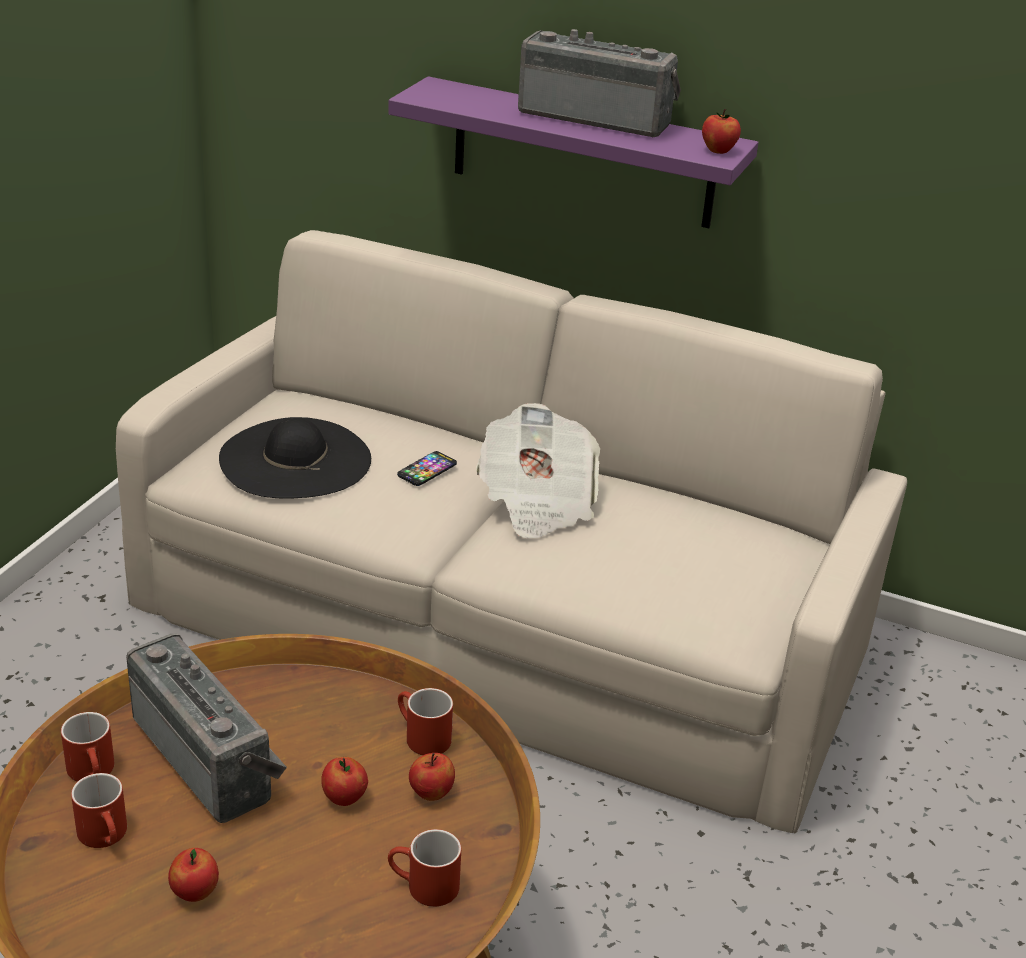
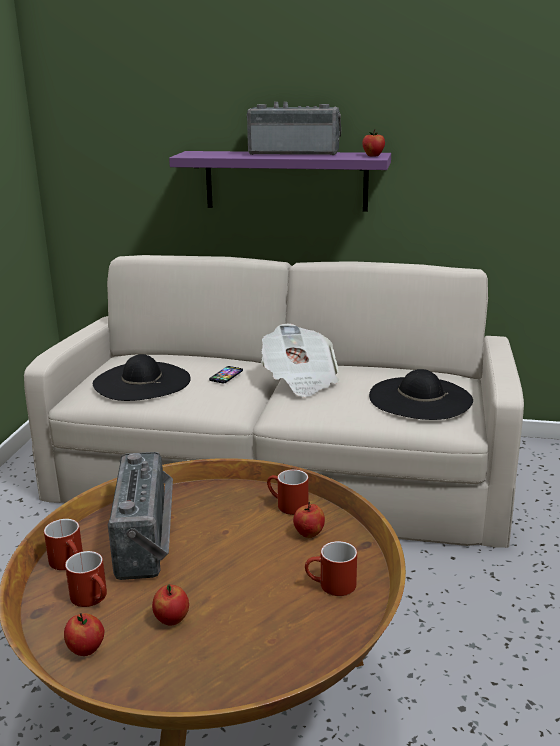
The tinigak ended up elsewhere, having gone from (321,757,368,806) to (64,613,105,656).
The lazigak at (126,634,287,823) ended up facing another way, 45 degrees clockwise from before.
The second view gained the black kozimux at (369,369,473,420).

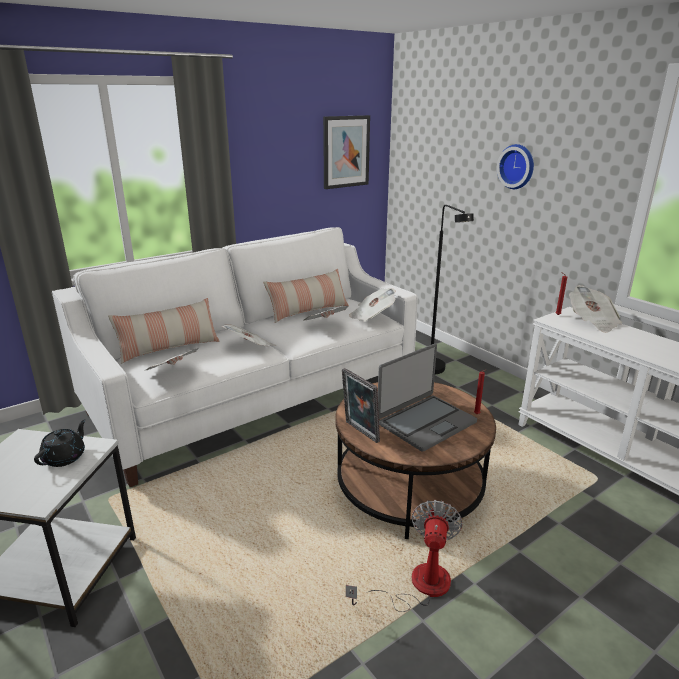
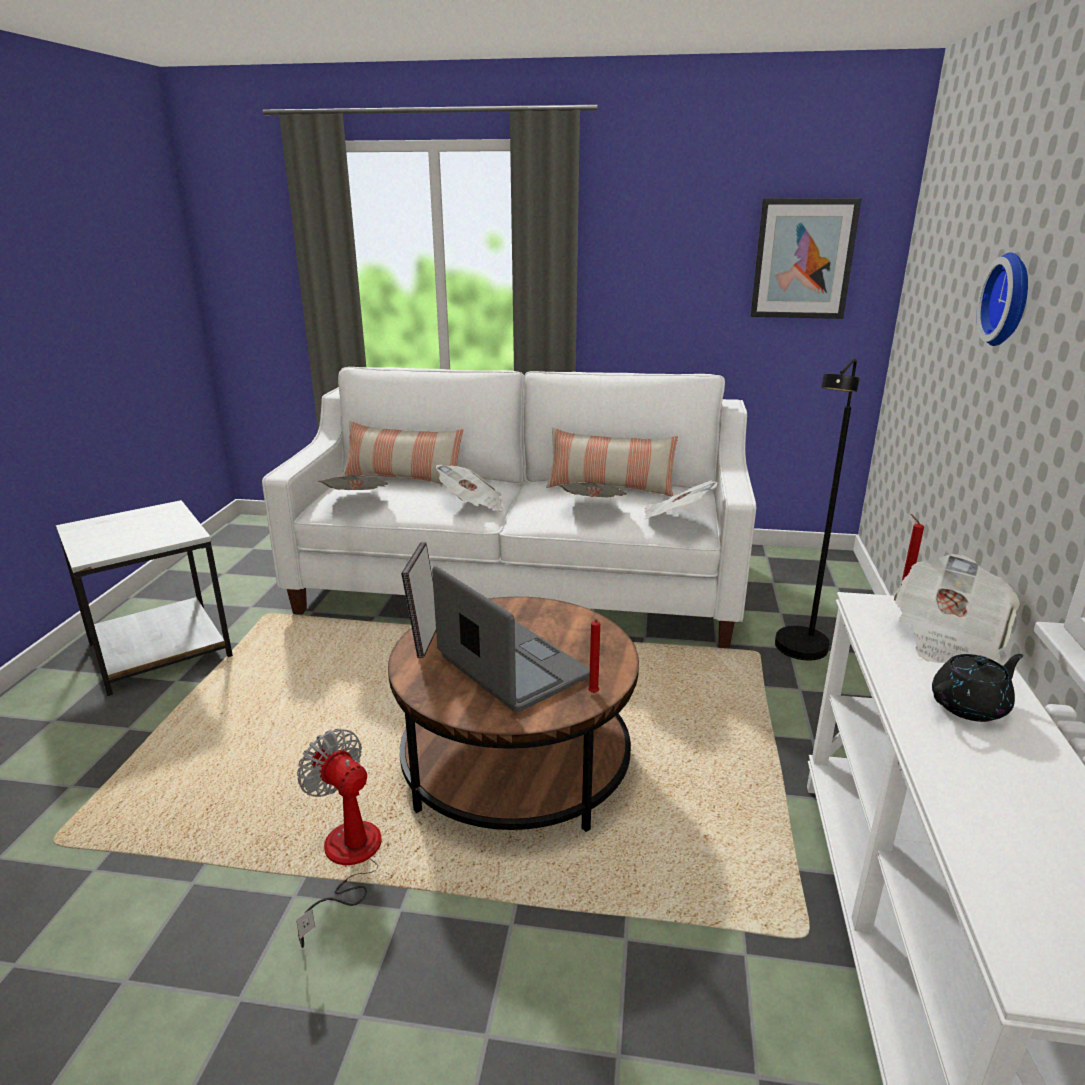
The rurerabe at (346,500,463,612) ended up facing another way, 105 degrees counterclockwise from before.
The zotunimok at (378,344,477,452) ended up facing another way, 135 degrees counterclockwise from before.
The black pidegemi ended up elsewhere, having gone from (34,419,86,467) to (932,654,1023,722).

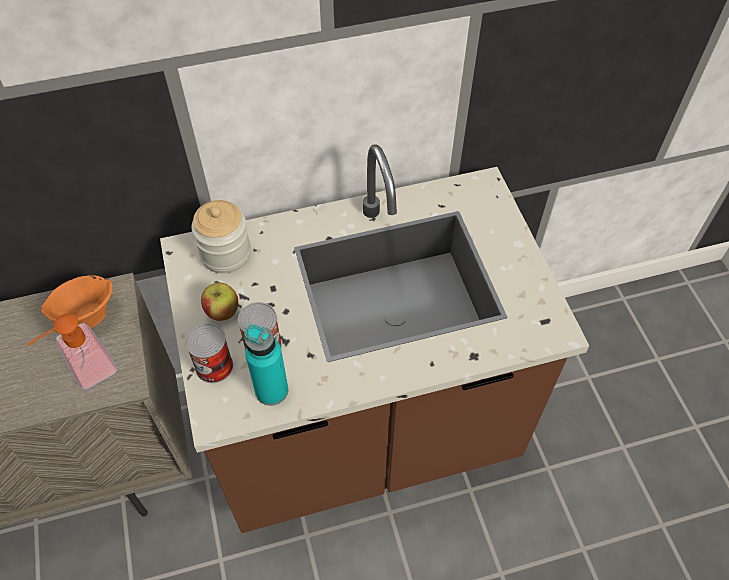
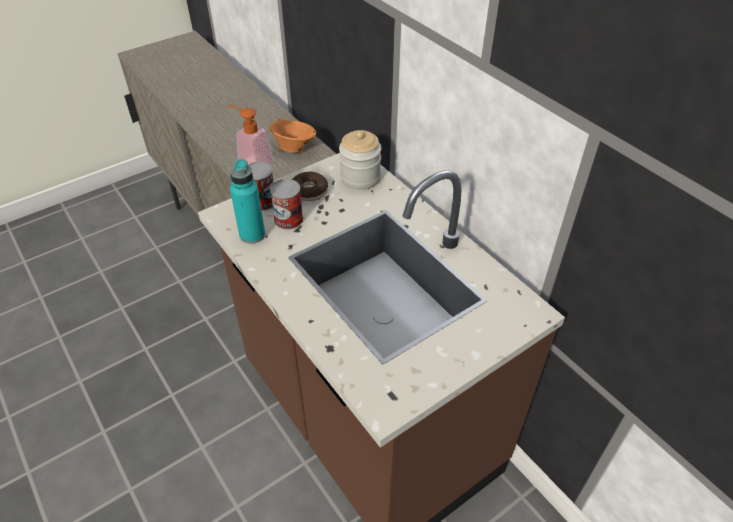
Where the tinigak stood at (201,283,238,321), the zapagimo came to stand at (292,172,328,201).

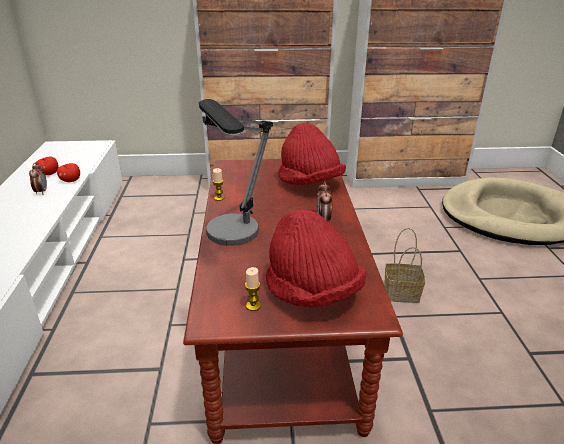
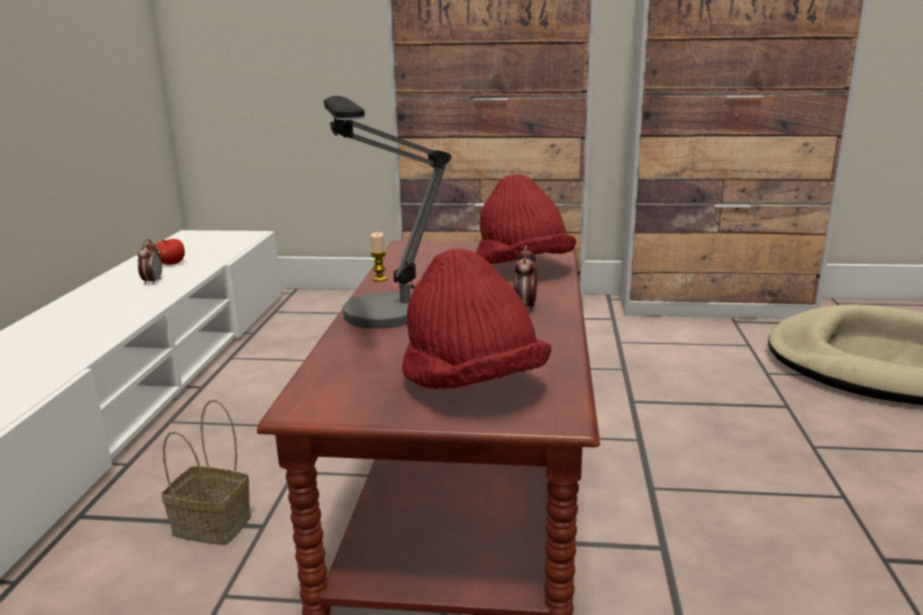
The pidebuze ended up elsewhere, having gone from (384,228,425,303) to (161,400,251,545).
The second view lost the tinigak at (57,163,80,182).
The second view lost the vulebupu at (245,267,261,311).

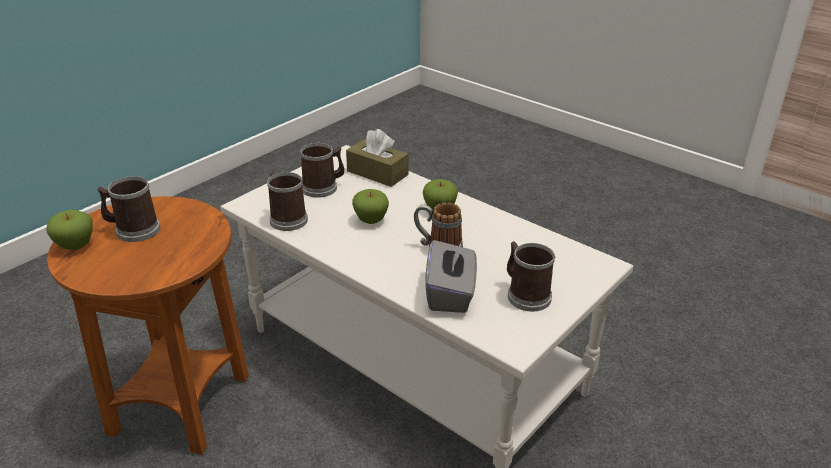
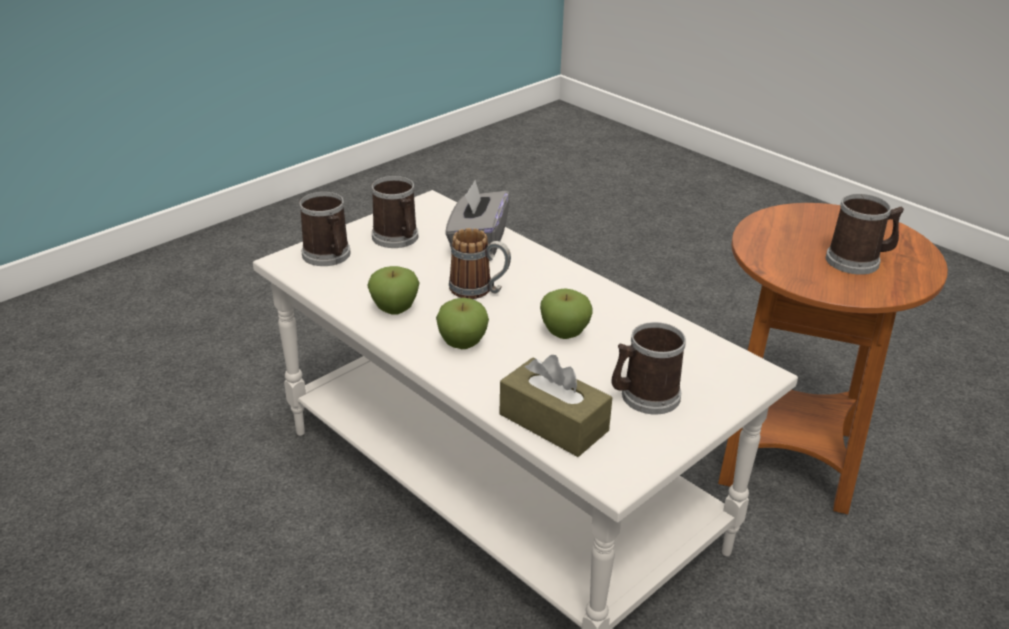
The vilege ended up elsewhere, having gone from (267,171,308,231) to (299,192,350,266).
The tinigak ended up elsewhere, having gone from (47,210,93,250) to (367,266,420,315).

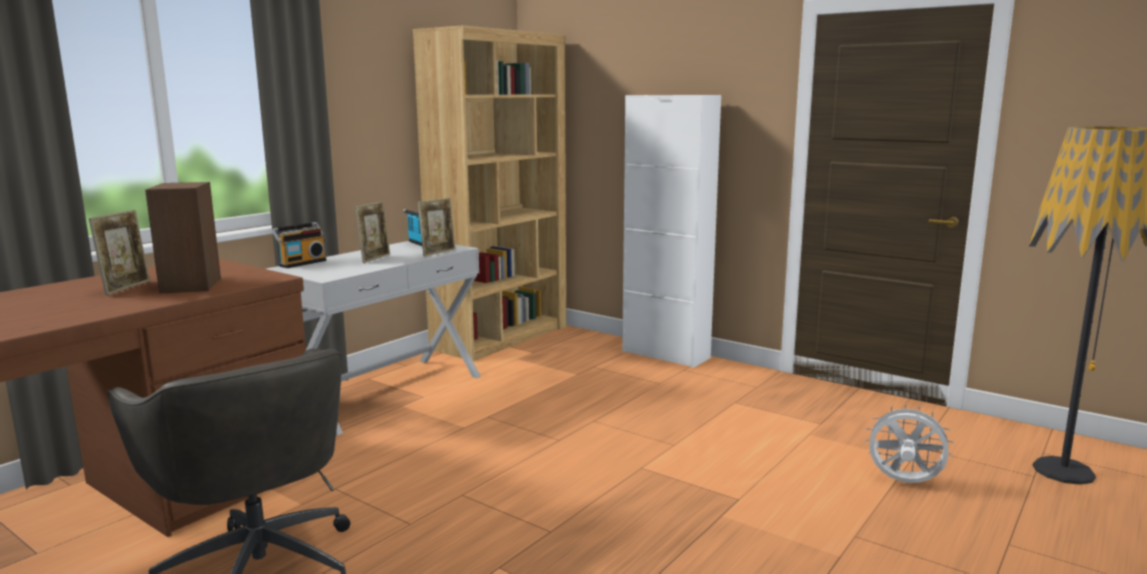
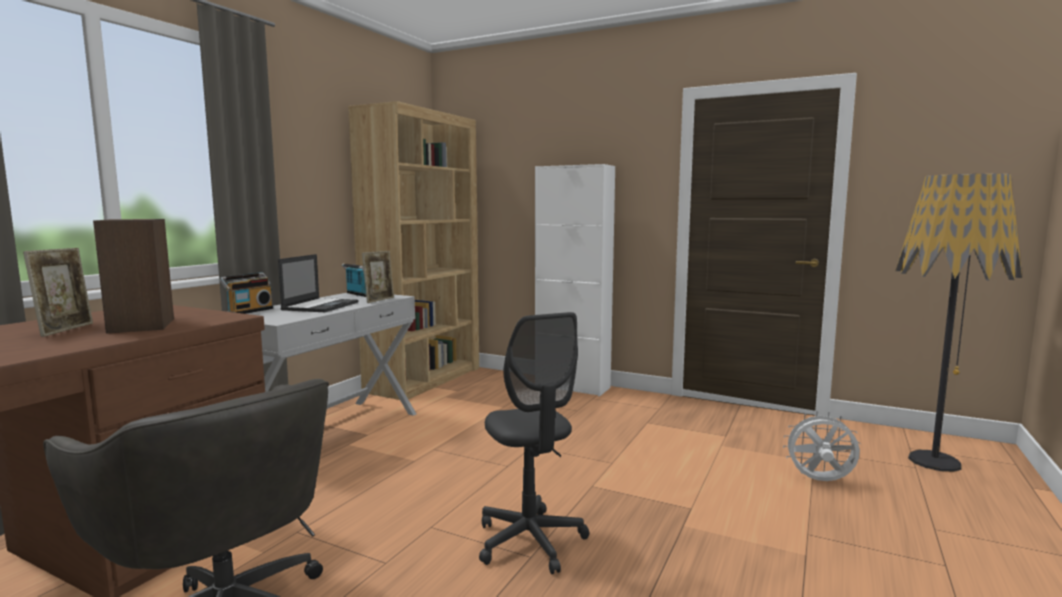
Where the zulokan stood at (355,201,390,263), the zotunimok came to stand at (278,254,358,312).
The second view gained the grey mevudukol at (479,312,589,574).

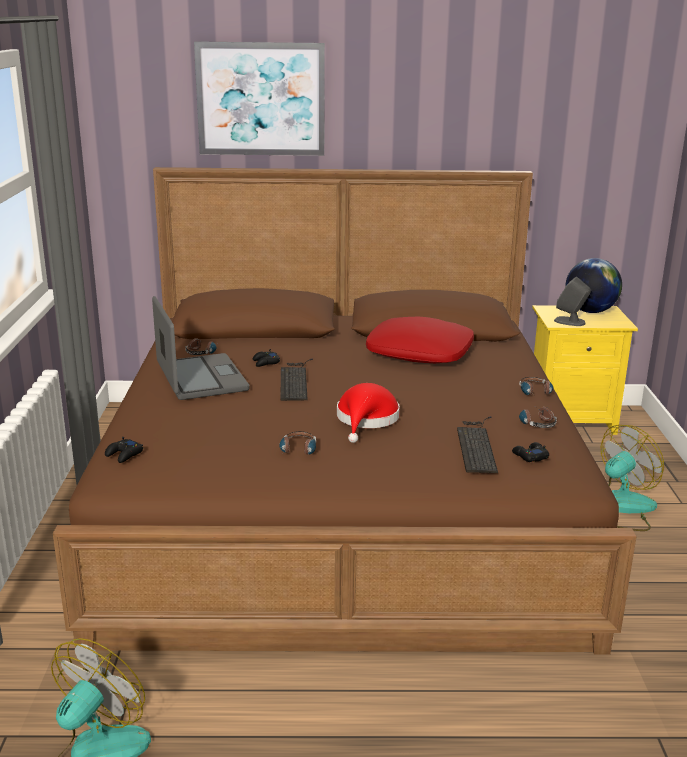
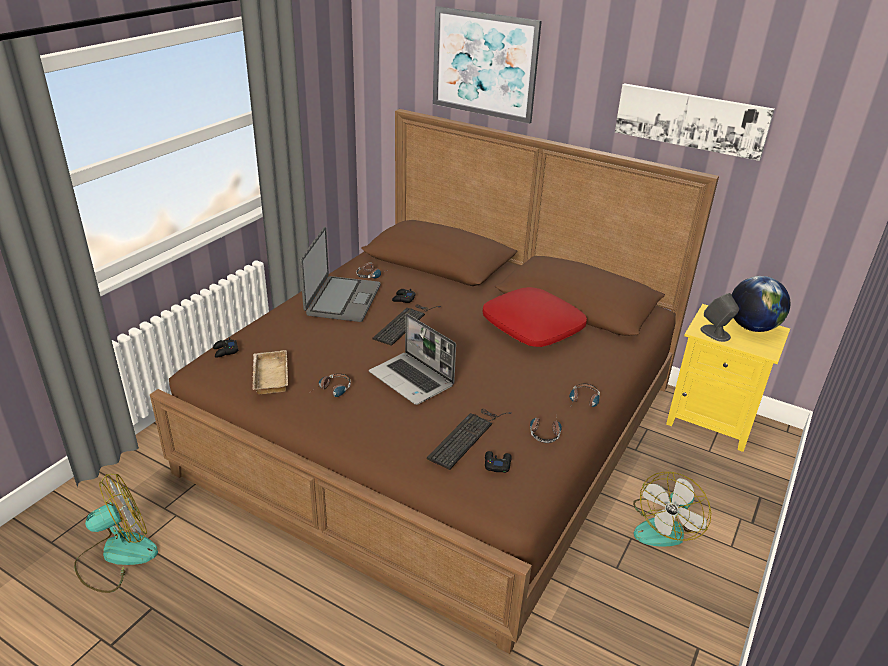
The second view gained the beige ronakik at (252,350,288,394).
Where the red kozimux stood at (337,383,400,443), the zotunimok came to stand at (369,313,456,405).
The second view gained the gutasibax at (615,83,775,161).
The rurerabe at (601,425,664,531) ended up facing another way, 135 degrees clockwise from before.

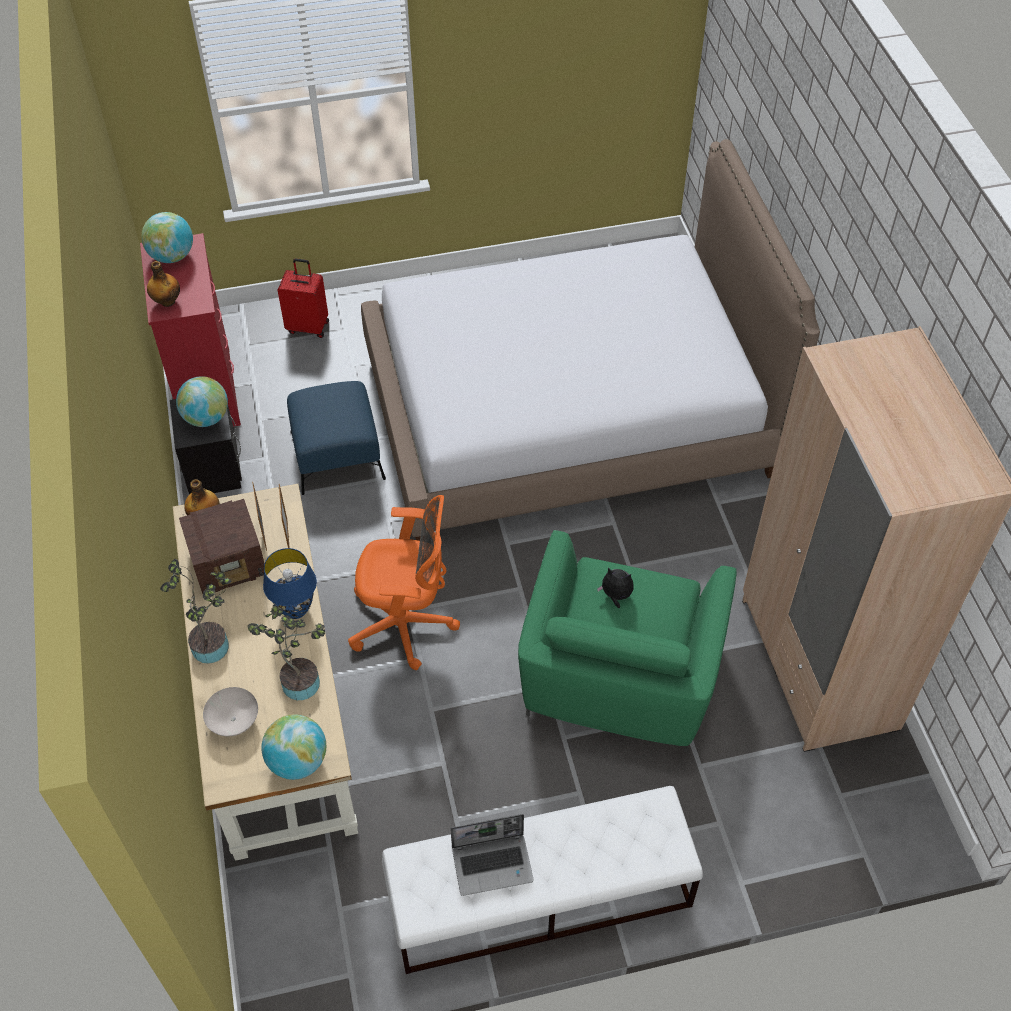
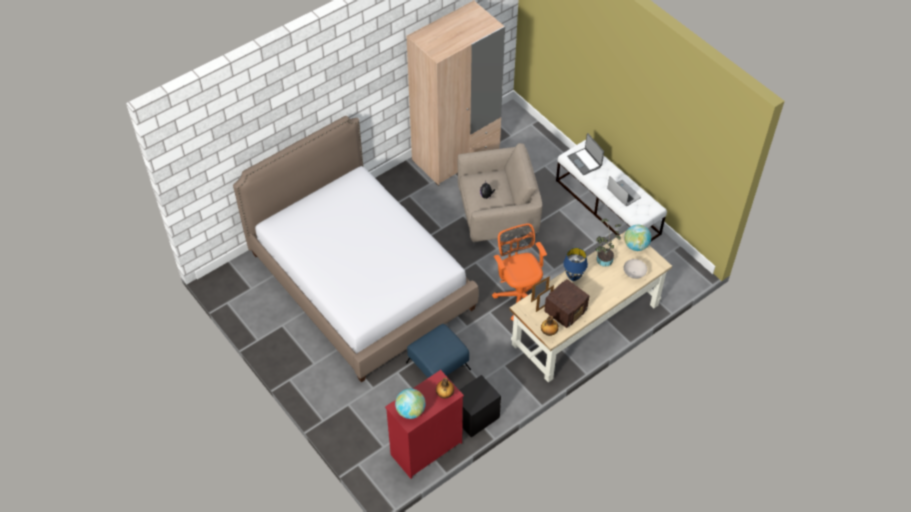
What was the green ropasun at (518,530,737,753) turned into the beige ropasun at (458,143,543,247).
The lazigak at (179,499,264,594) ended up facing another way, 90 degrees clockwise from before.
The second view gained the zotunimok at (567,133,604,175).
The second view lost the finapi at (160,559,232,664).
The second view lost the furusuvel at (176,376,228,427).
The second view lost the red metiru at (278,259,329,338).

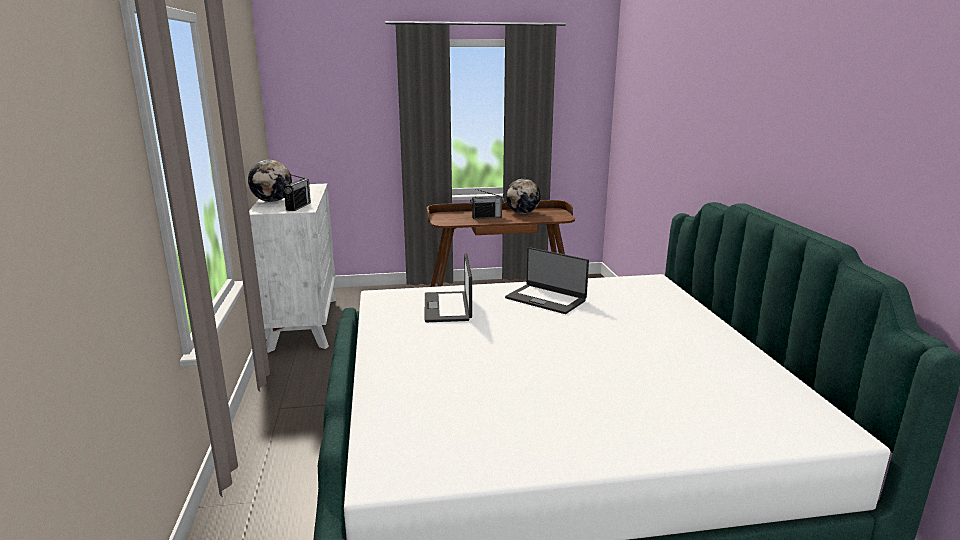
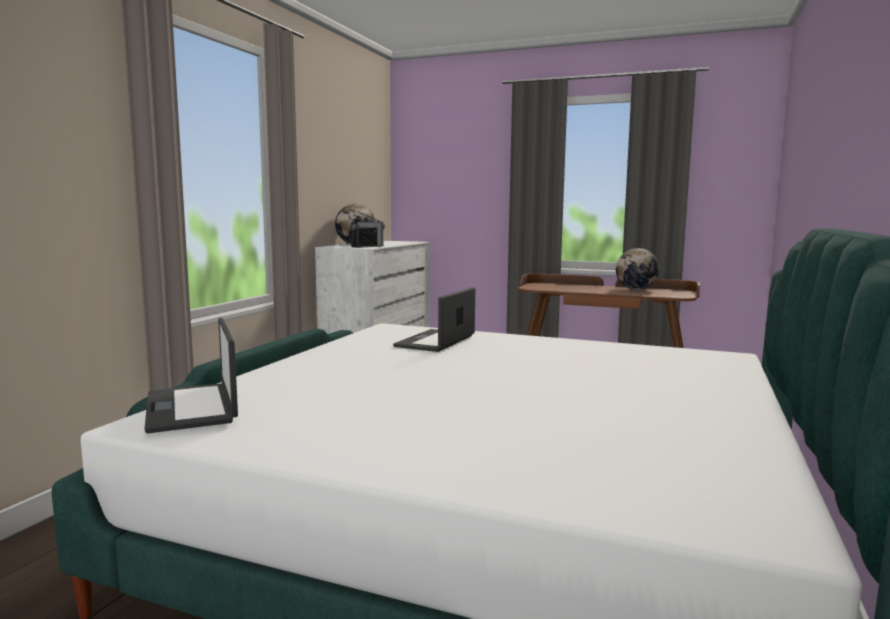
The zotunimok ended up elsewhere, having gone from (505,247,589,314) to (144,318,238,433).
The second view lost the lazigak at (470,189,504,219).

